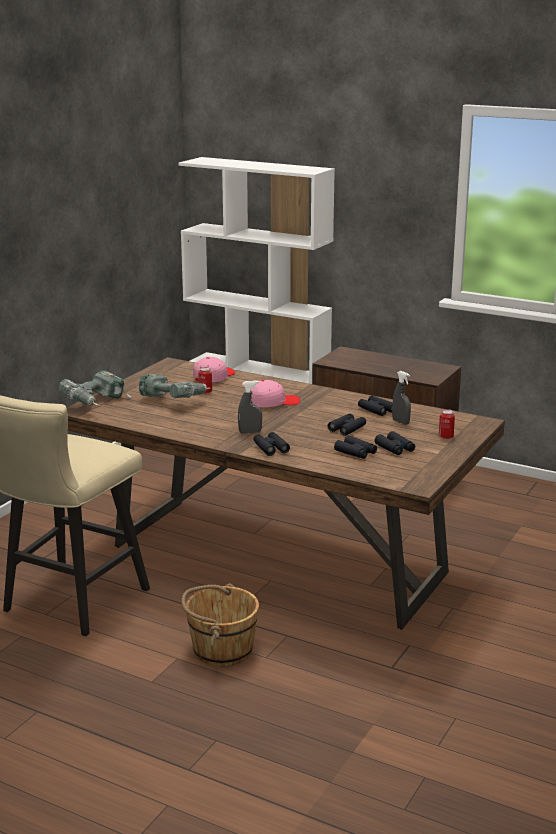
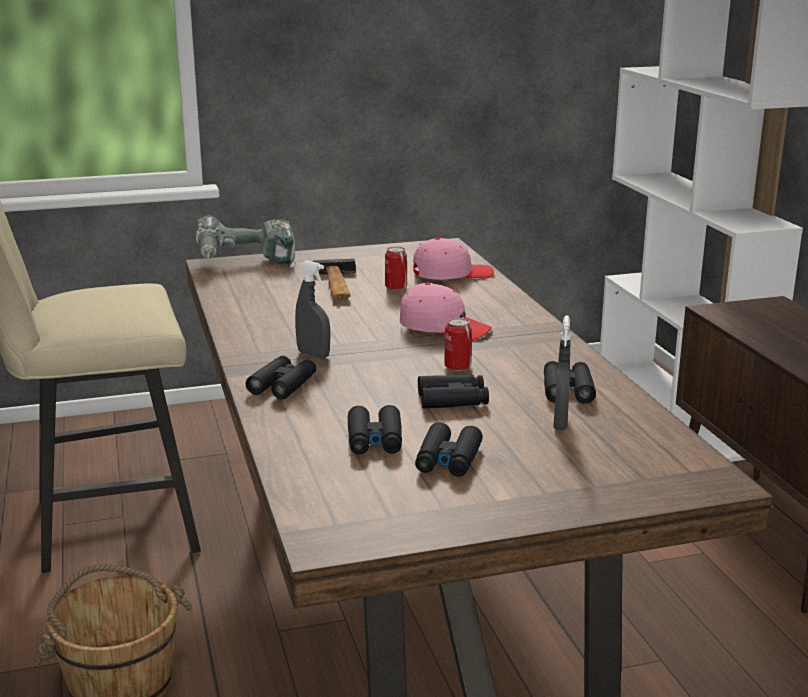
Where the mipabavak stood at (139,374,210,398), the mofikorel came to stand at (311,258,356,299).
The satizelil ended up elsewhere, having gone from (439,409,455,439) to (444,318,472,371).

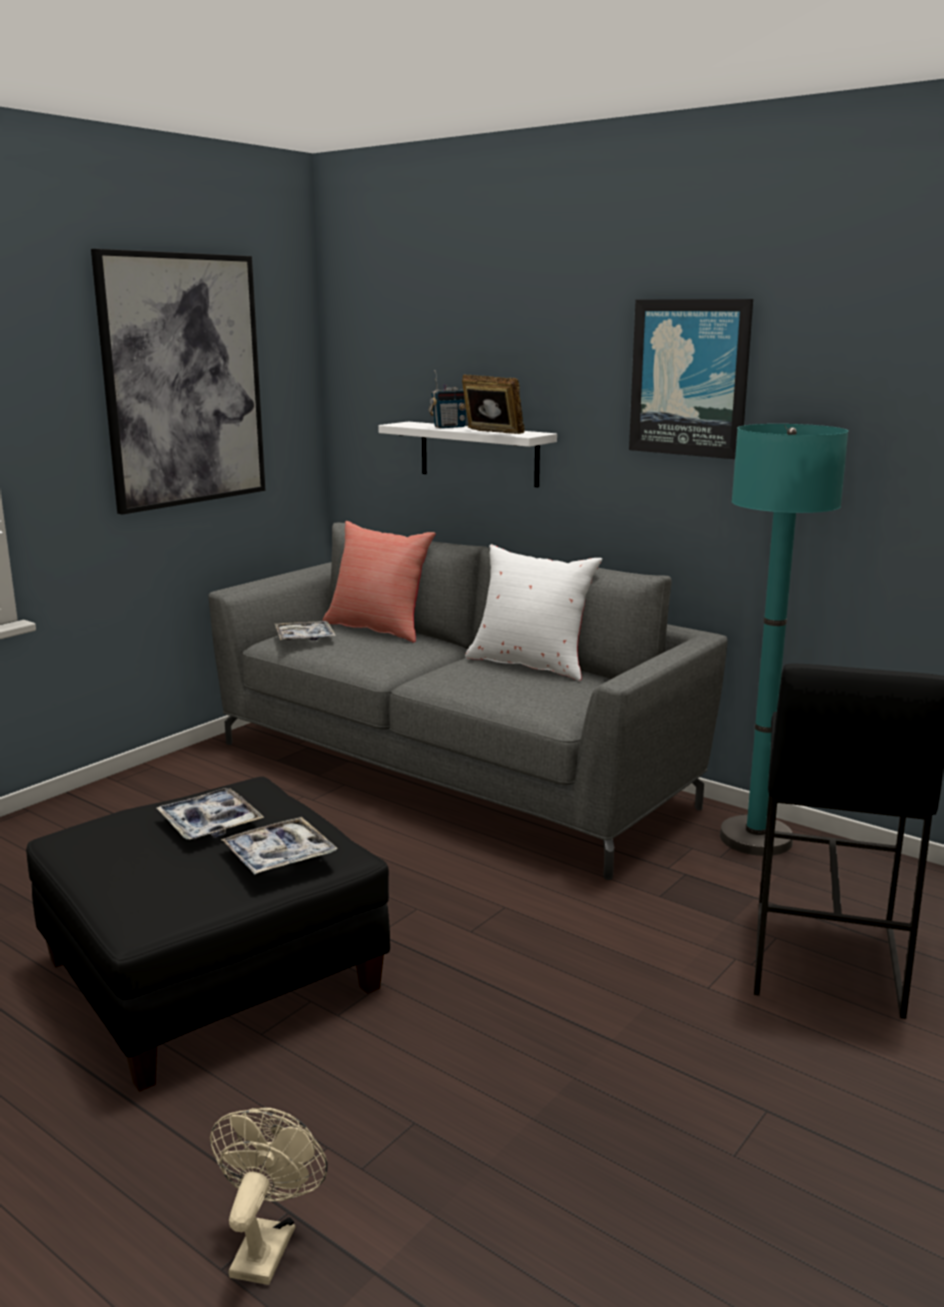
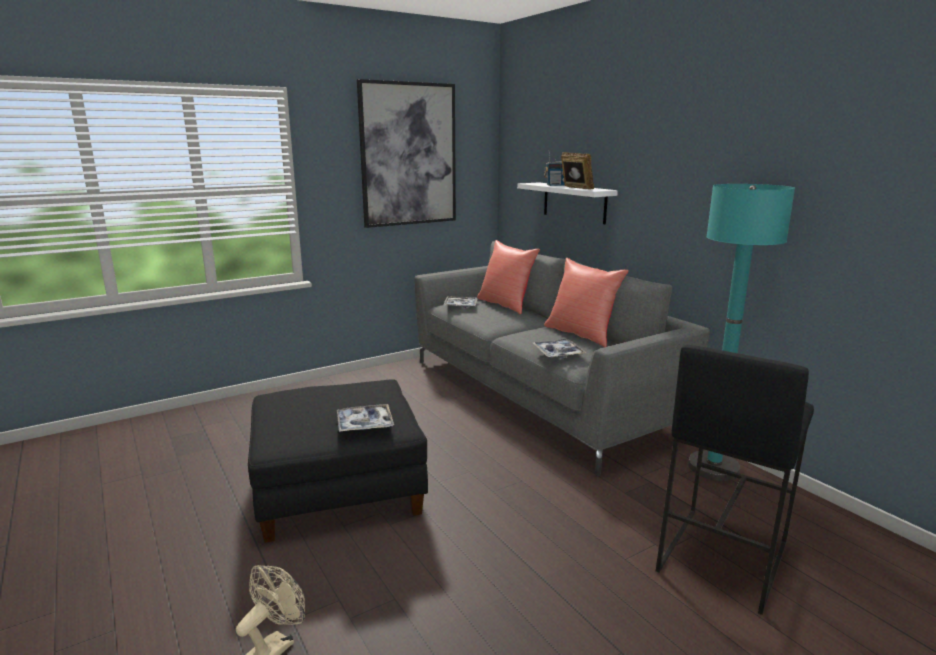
The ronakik ended up elsewhere, having gone from (157,788,264,840) to (533,339,587,359).
What was the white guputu at (465,544,602,681) turned into the red guputu at (544,258,629,347).
The second view lost the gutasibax at (629,299,753,459).

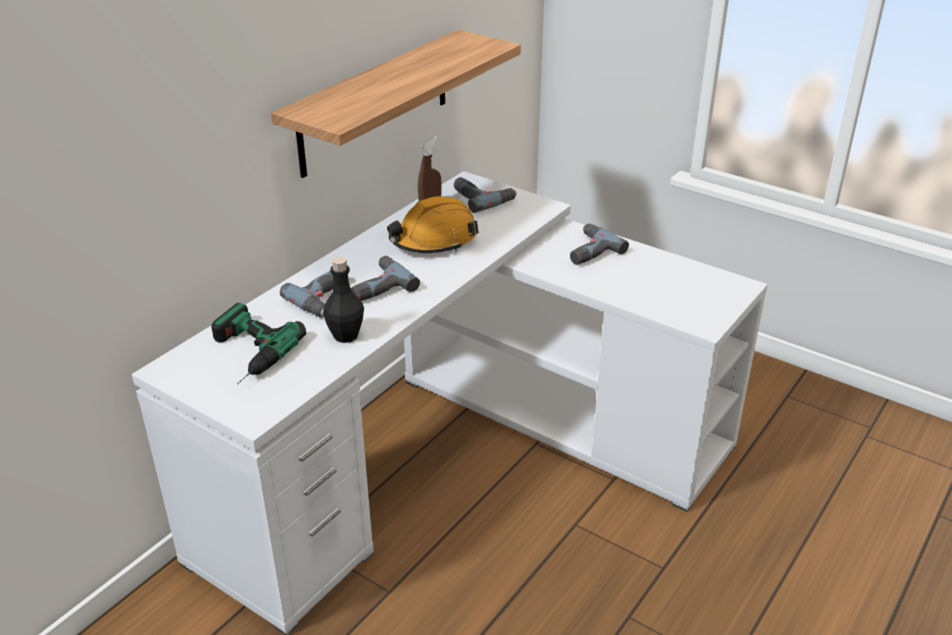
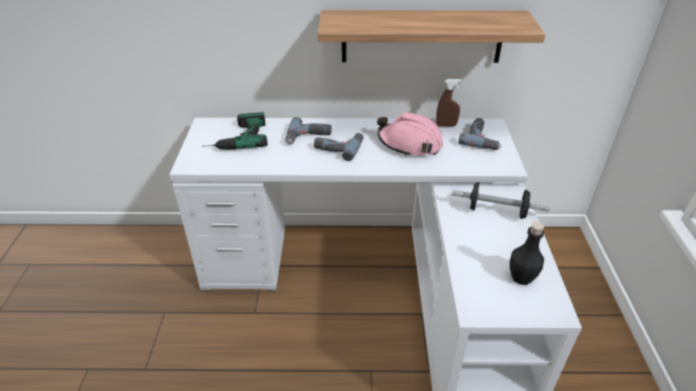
What was the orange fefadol at (387,196,479,253) turned into the pink fefadol at (377,112,443,156).
Where the mipabavak stood at (570,223,629,265), the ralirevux came to stand at (451,182,550,219).
The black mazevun ended up elsewhere, having gone from (323,256,364,343) to (510,222,544,285).

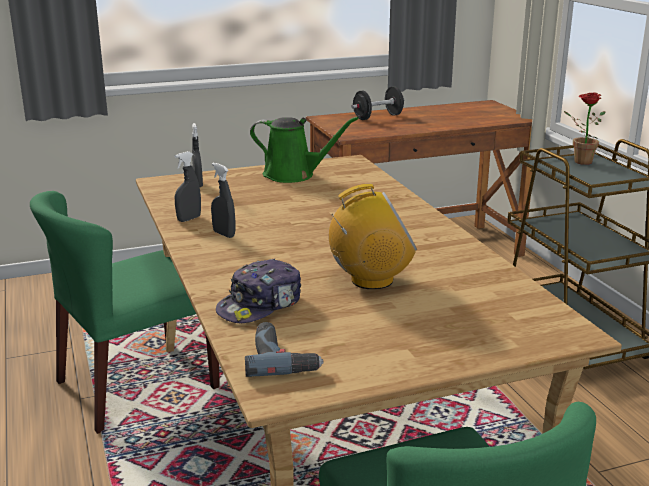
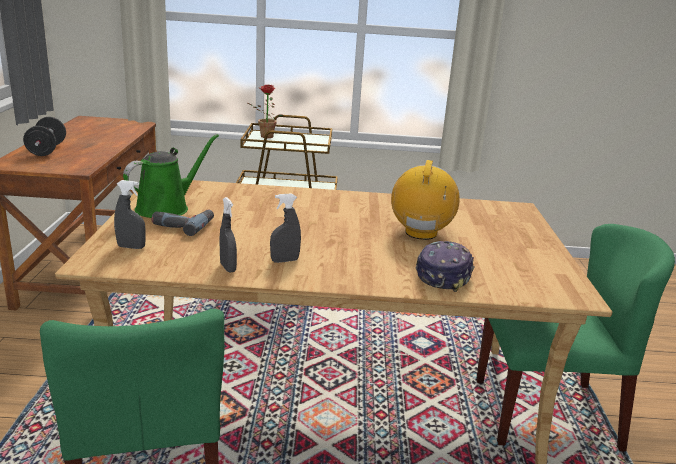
The mipabavak ended up elsewhere, having gone from (245,322,324,377) to (152,210,214,236).
The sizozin at (216,259,301,323) ended up facing another way, 135 degrees counterclockwise from before.

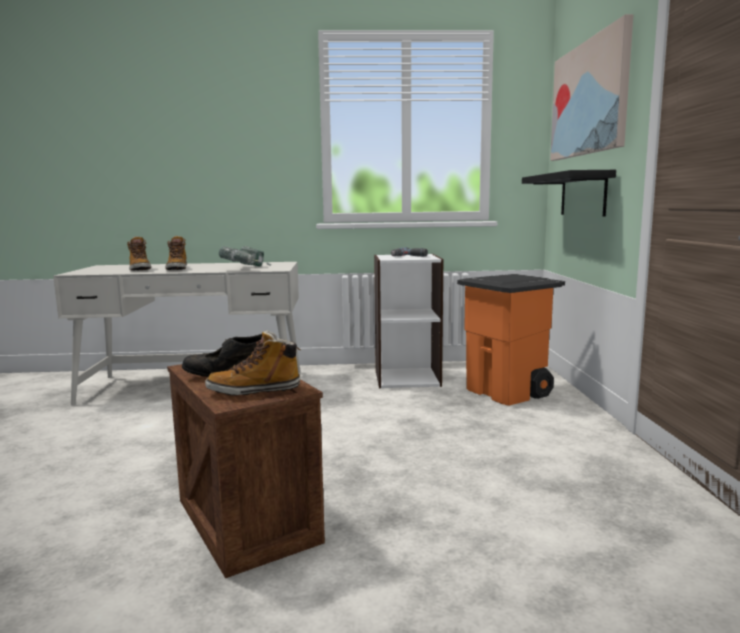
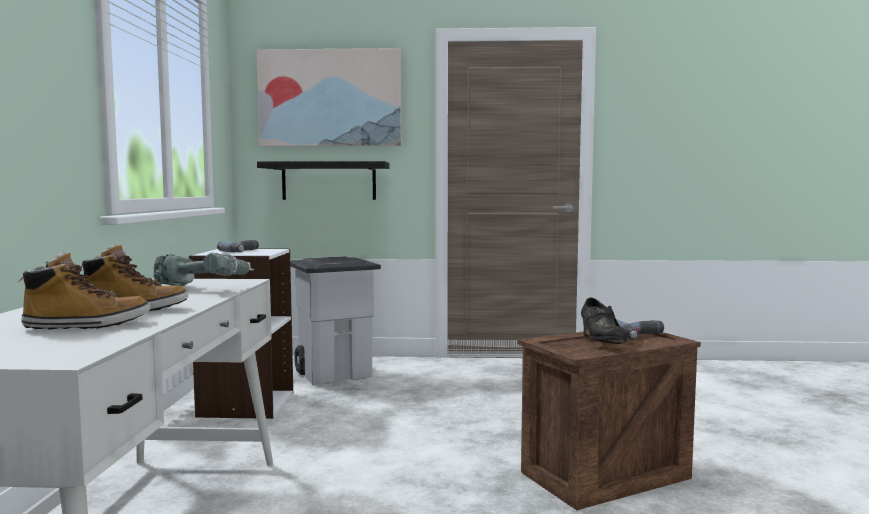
What was the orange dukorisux at (457,274,565,406) turned into the grey dukorisux at (290,256,381,385).
Where the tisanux stood at (205,330,300,396), the mipabavak came to stand at (616,319,664,339).

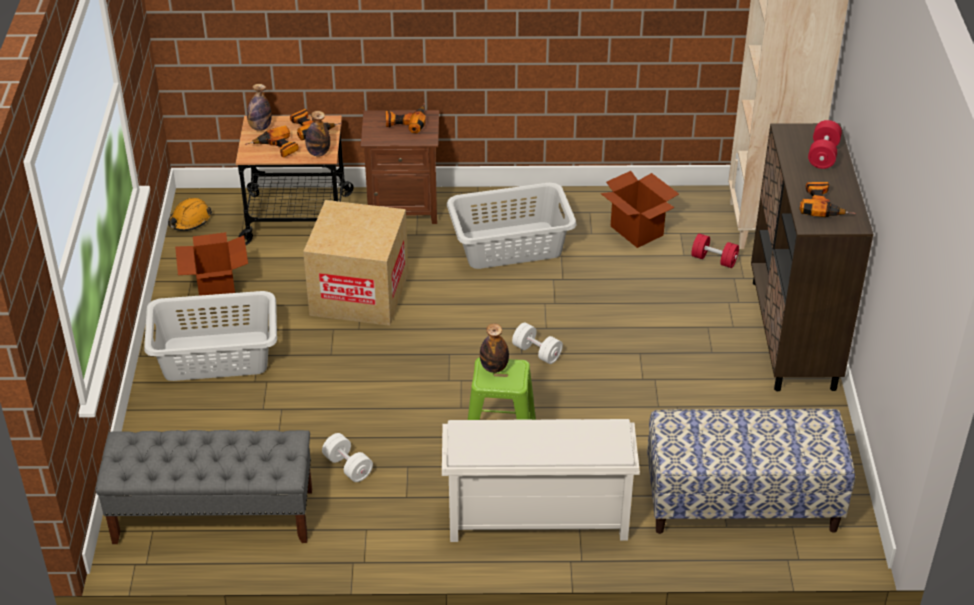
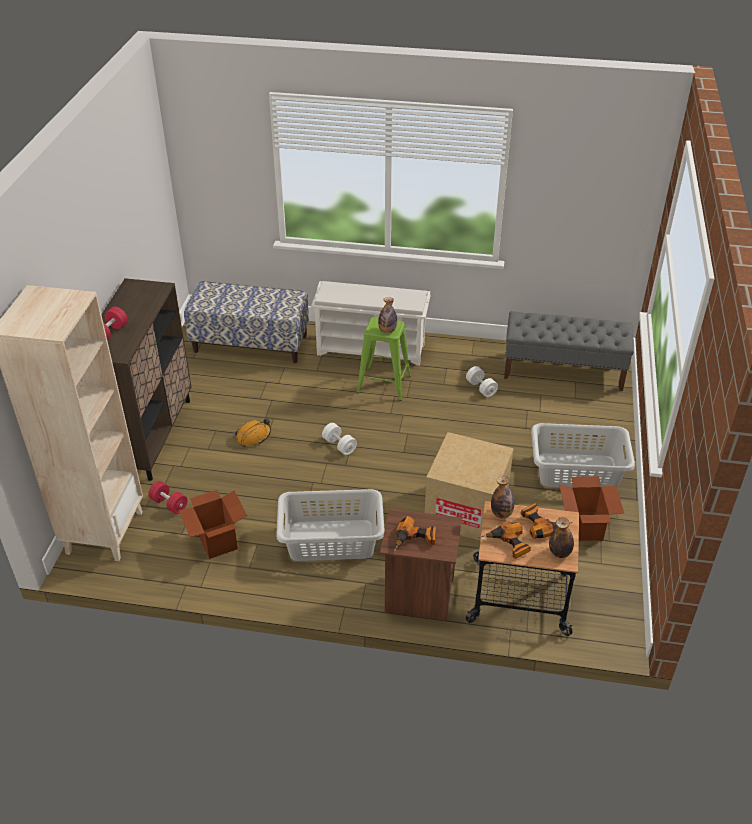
The orange fefadol ended up elsewhere, having gone from (168,198,212,231) to (235,419,271,447).
The second view lost the mipabavak at (800,182,856,217).

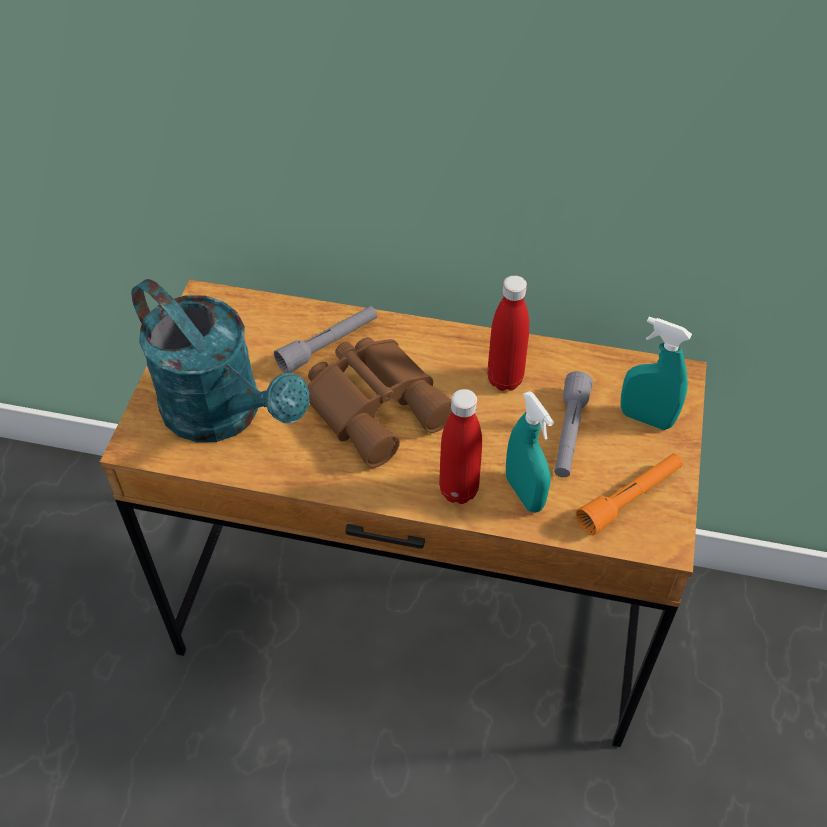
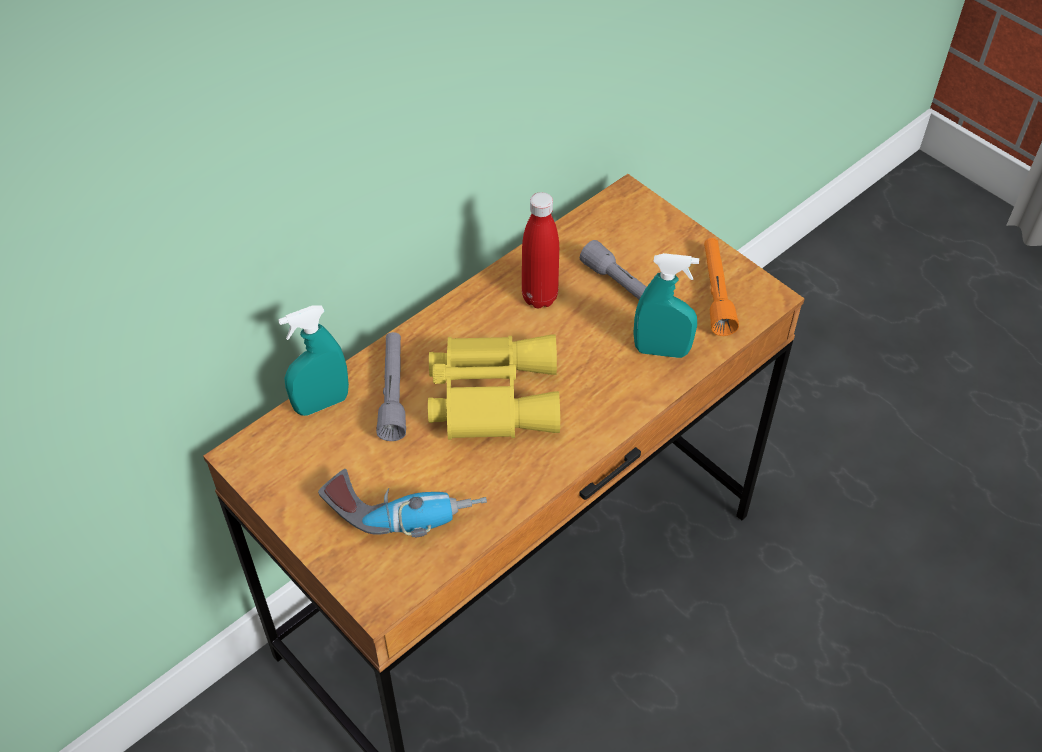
The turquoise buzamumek ended up elsewhere, having gone from (621,317,692,430) to (278,305,349,416).
Where the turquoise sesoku stood at (131,279,310,442), the mipabavak came to stand at (318,469,487,538).
What was the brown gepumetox at (307,337,452,468) turned into the yellow gepumetox at (428,334,560,440).
The second view lost the red mazevun at (439,389,482,504).

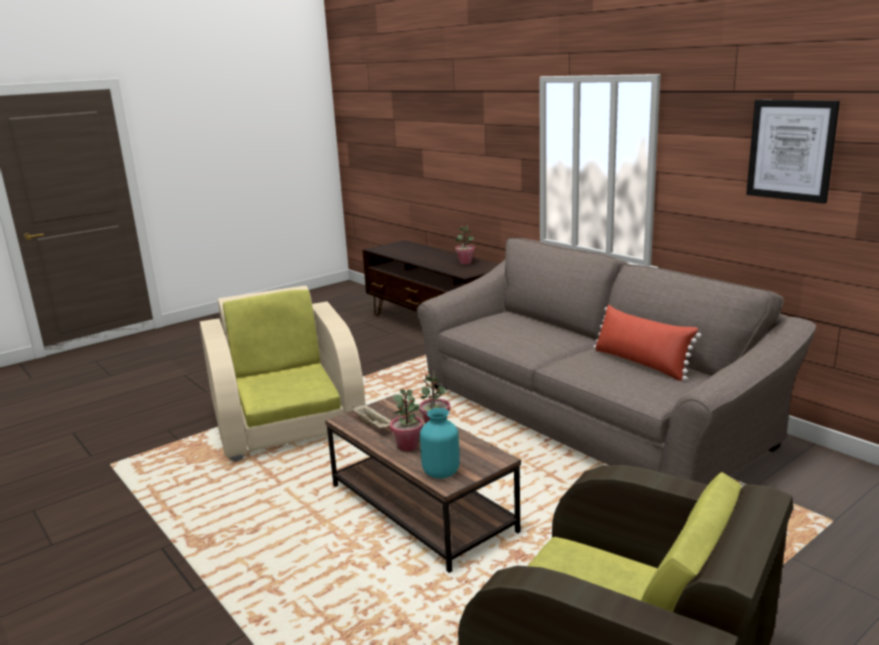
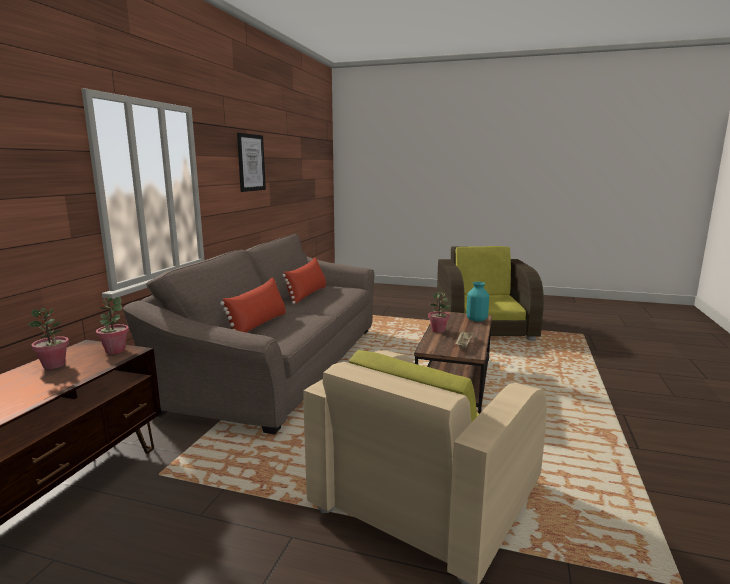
The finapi ended up elsewhere, having gone from (390,389,423,451) to (96,297,129,354).
The second view gained the red guputu at (220,277,286,333).

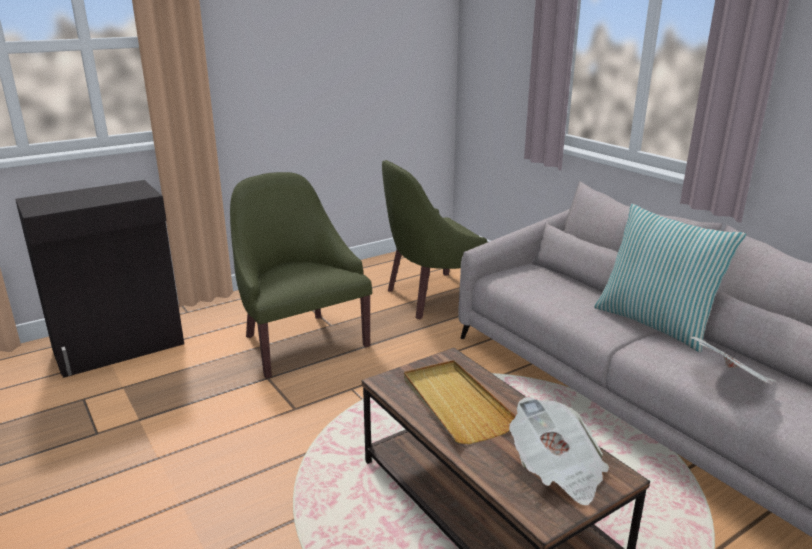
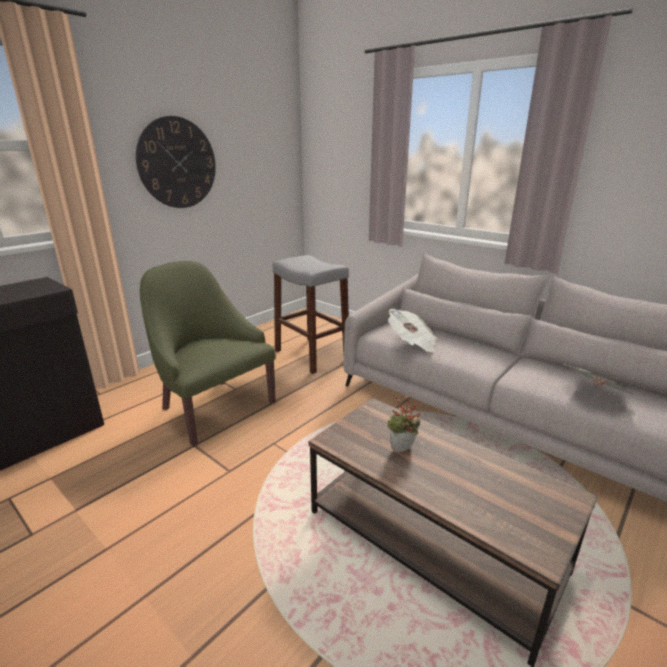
The second view gained the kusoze at (136,116,216,208).
Where the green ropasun stood at (382,160,488,319), the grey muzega came to stand at (273,255,349,374).
Where the beige ronakik stood at (404,360,516,444), the finapi came to stand at (387,398,420,452).
The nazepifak ended up elsewhere, having gone from (509,397,609,505) to (388,309,437,352).
The second view lost the guputu at (594,204,746,352).

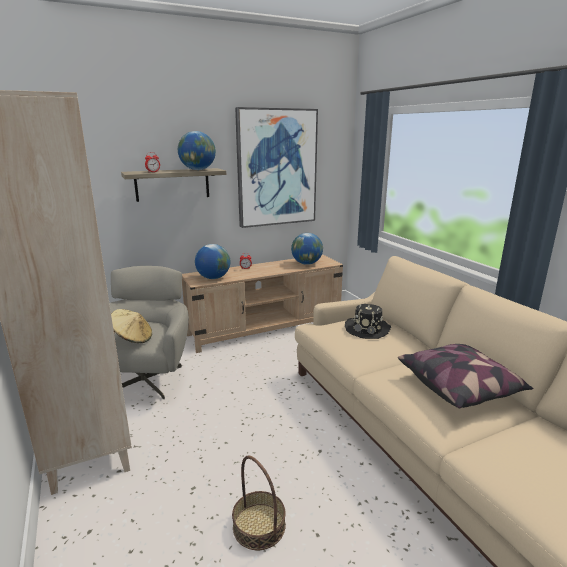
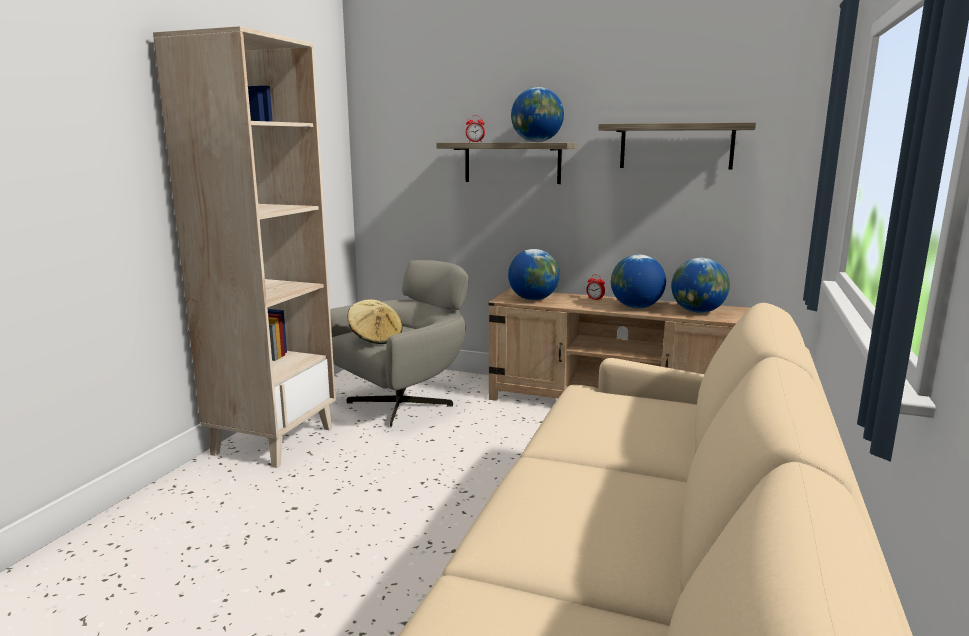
Where the gutasibax hung at (235,107,318,228), the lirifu came to hang at (598,122,756,169).
The second view gained the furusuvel at (611,254,666,309).
The second view lost the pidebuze at (232,455,286,550).
The second view lost the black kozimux at (345,304,391,339).
The second view lost the guputu at (398,344,534,408).

